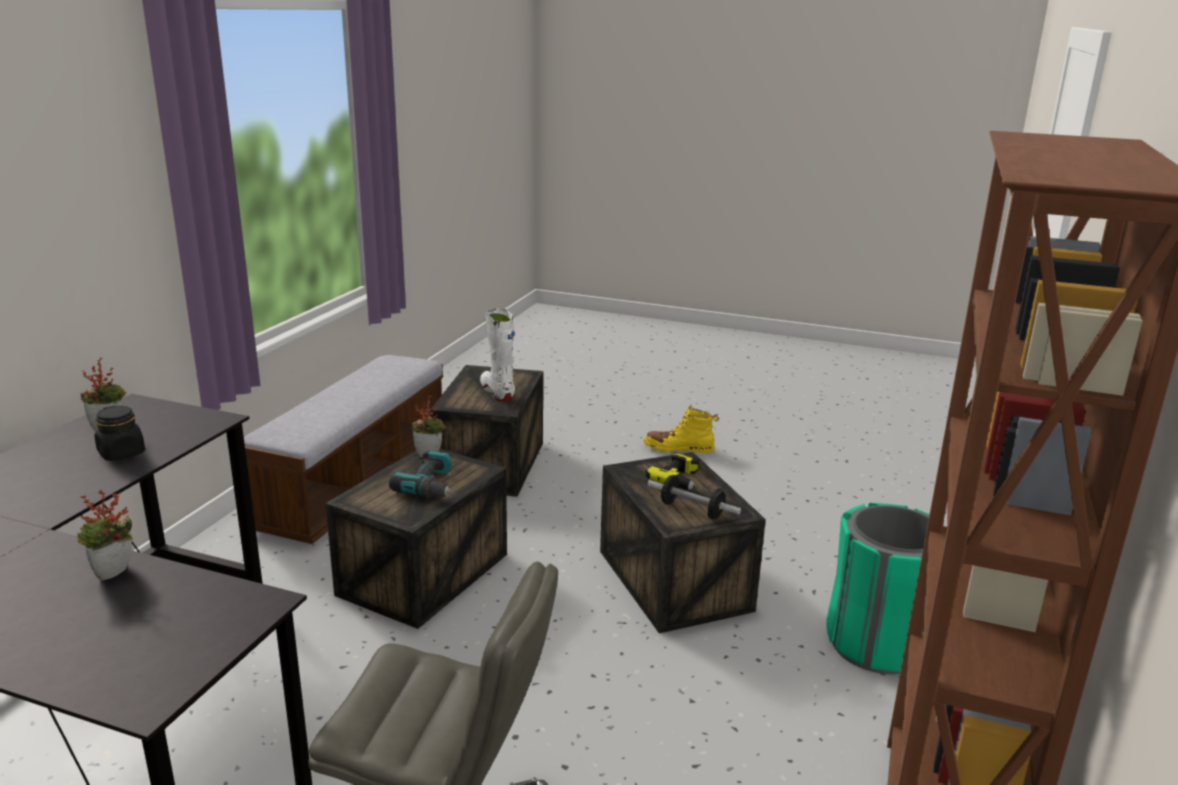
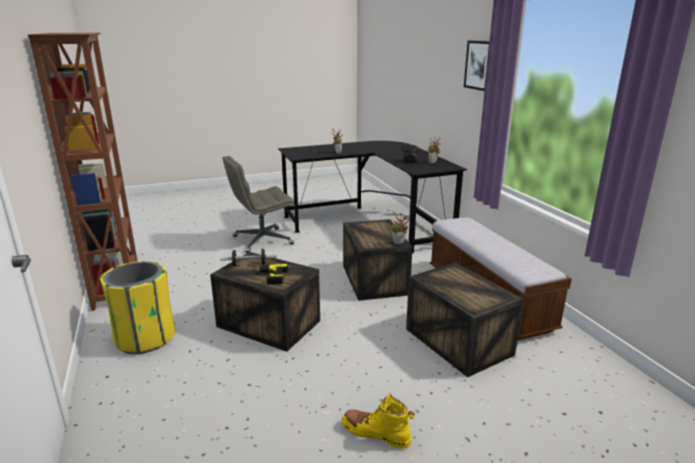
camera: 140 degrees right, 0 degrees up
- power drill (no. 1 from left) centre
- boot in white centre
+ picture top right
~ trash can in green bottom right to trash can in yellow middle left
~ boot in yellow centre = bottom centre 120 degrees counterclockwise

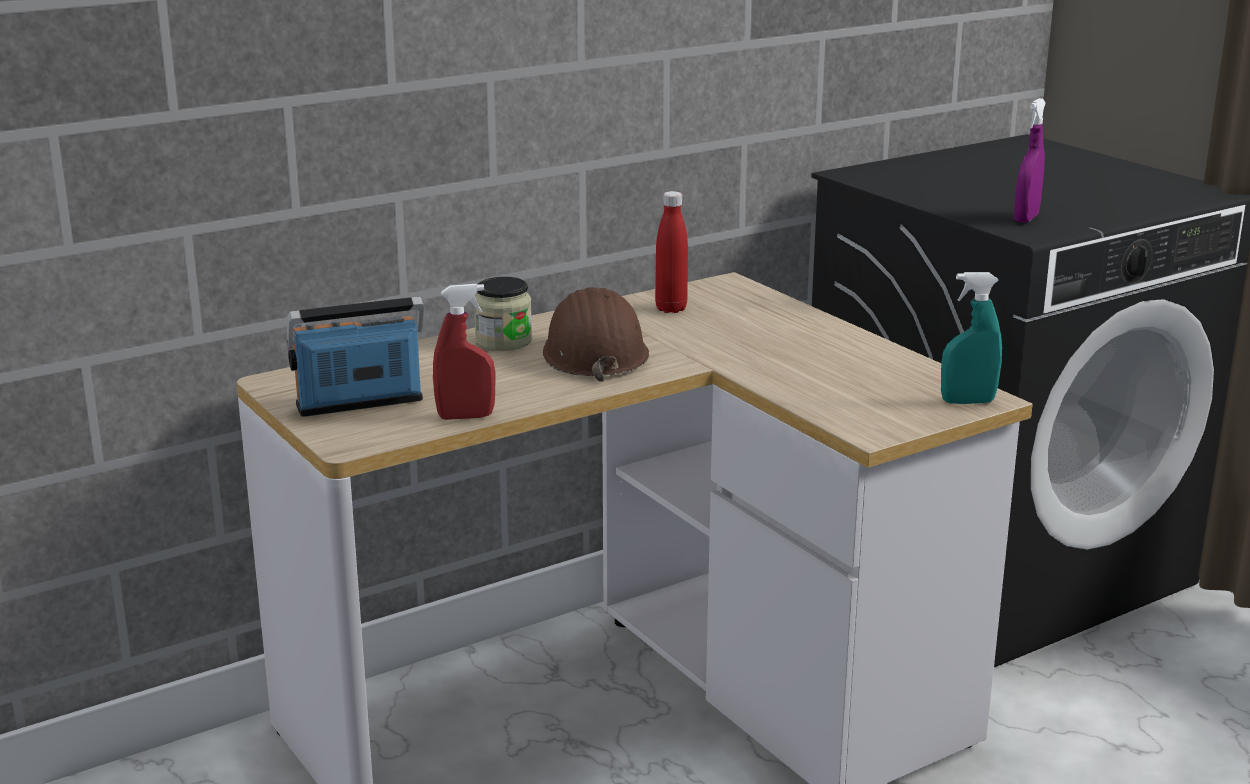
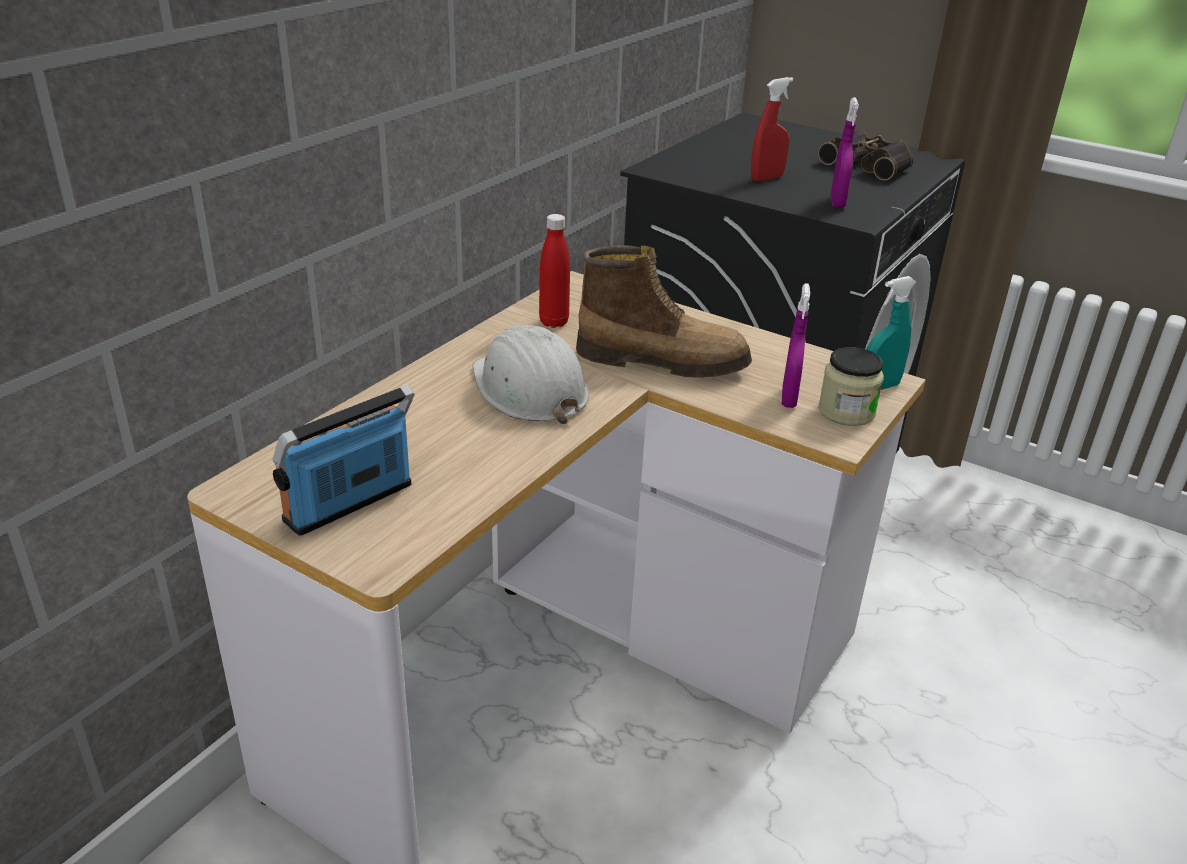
camera: 25 degrees left, 10 degrees up
+ boot centre
+ spray bottle in purple (no. 1 from left) middle right
+ binoculars top right
~ spray bottle in red centre to top centre
~ jar centre to middle right
~ hard hat in brown centre to hard hat in white centre

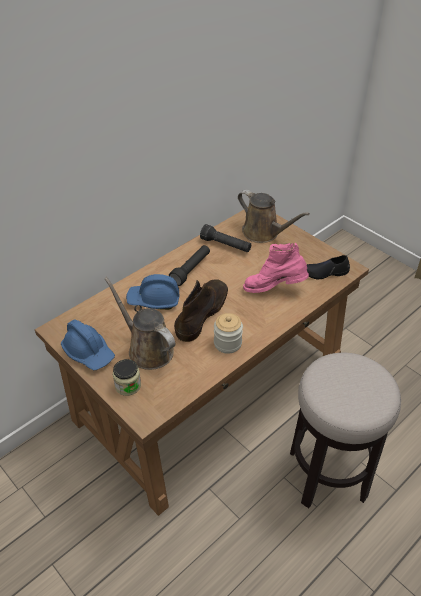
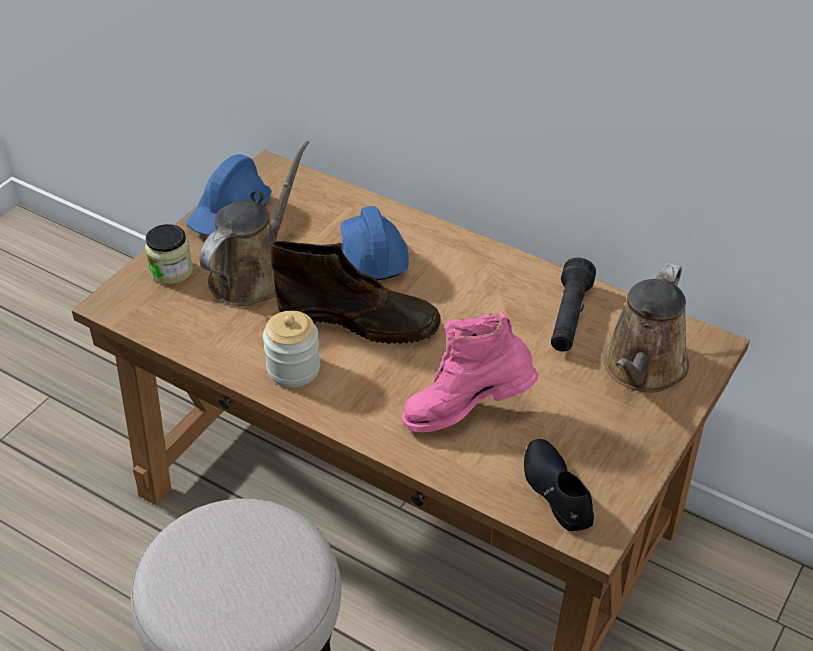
camera: 75 degrees right, 0 degrees up
- flashlight in black (no. 1 from left) centre
~ boot in pink centre = centre 90 degrees counterclockwise

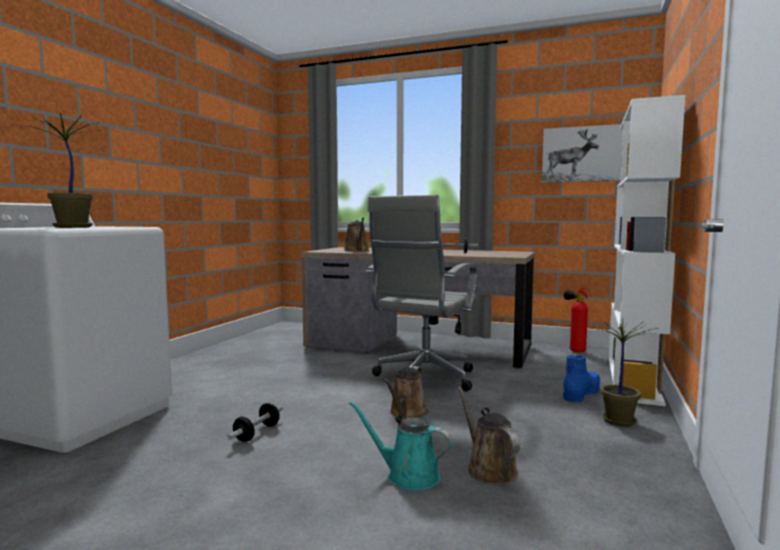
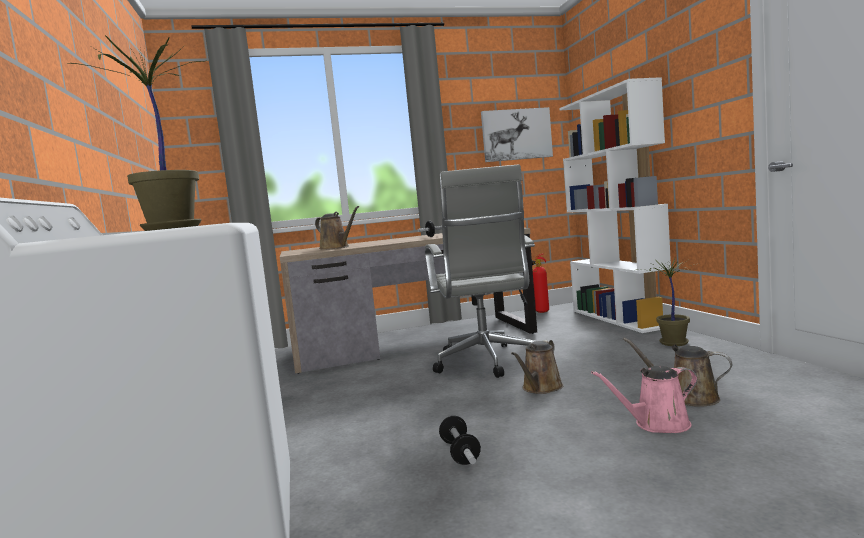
camera: 35 degrees left, 0 degrees up
- boot in blue bottom right
~ watering can in turquoise bottom centre to watering can in pink bottom right
~ watering can in brown (no. 2 from left) bottom centre = bottom centre 45 degrees clockwise

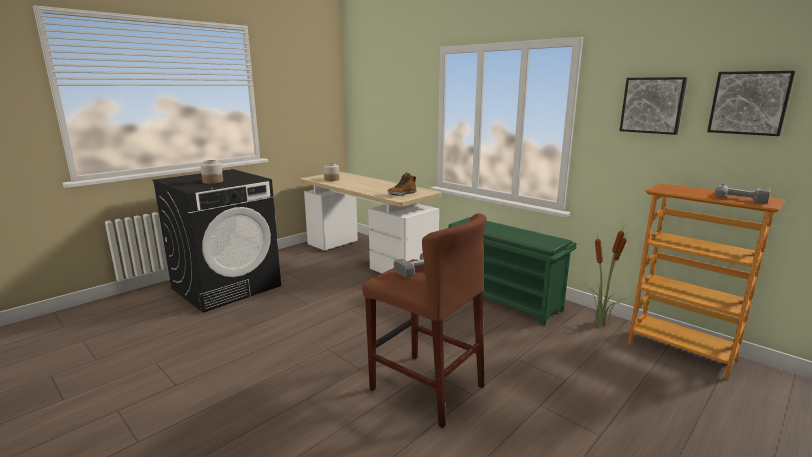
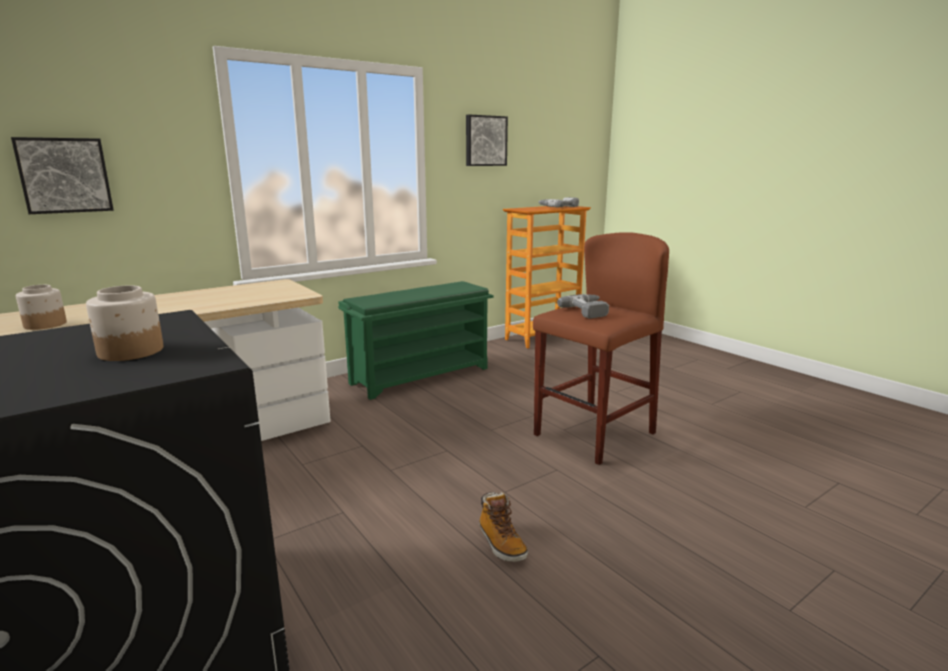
camera: 80 degrees left, 0 degrees up
- potted plant middle right
~ boot centre to bottom centre
~ picture (no. 2 from left in the first image) top right to picture (no. 1 from left) top left

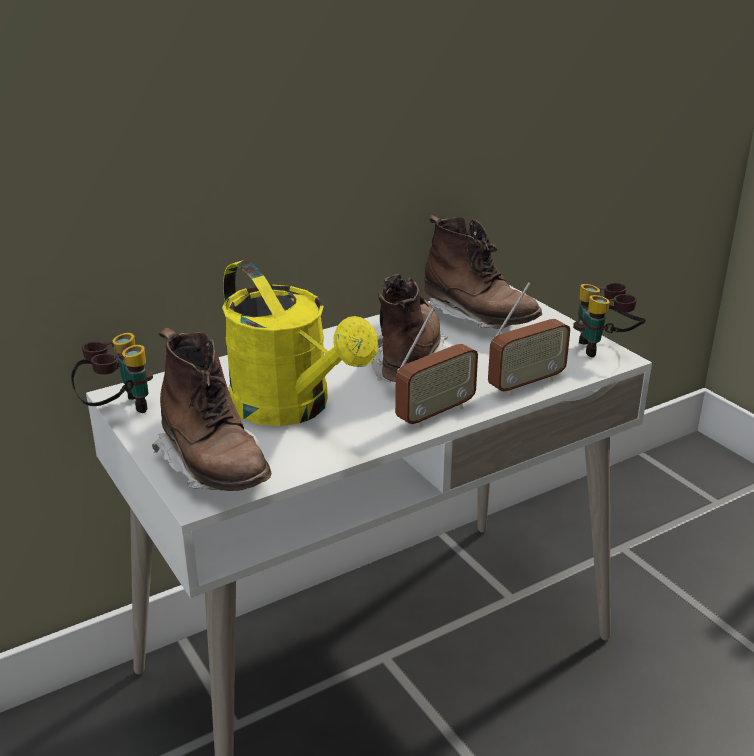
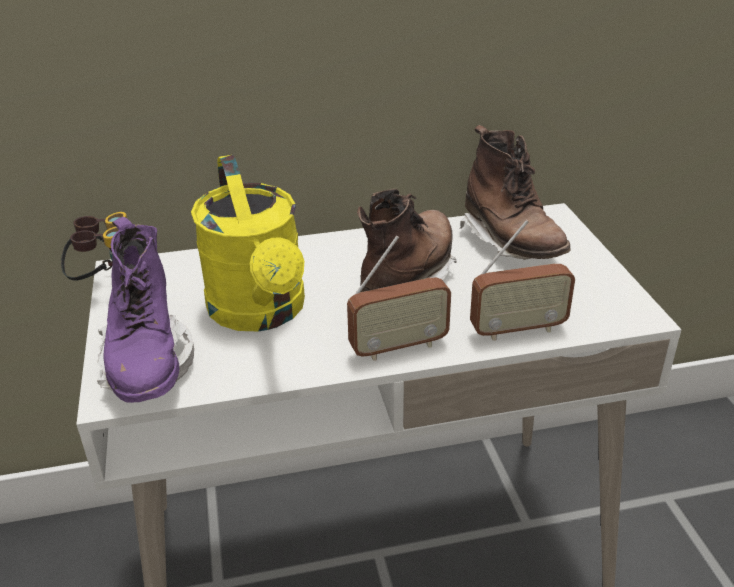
camera: 20 degrees right, 5 degrees up
- binoculars (no. 2 from left) middle right
~ boot in brown (no. 1 from left) middle left to boot in purple middle left

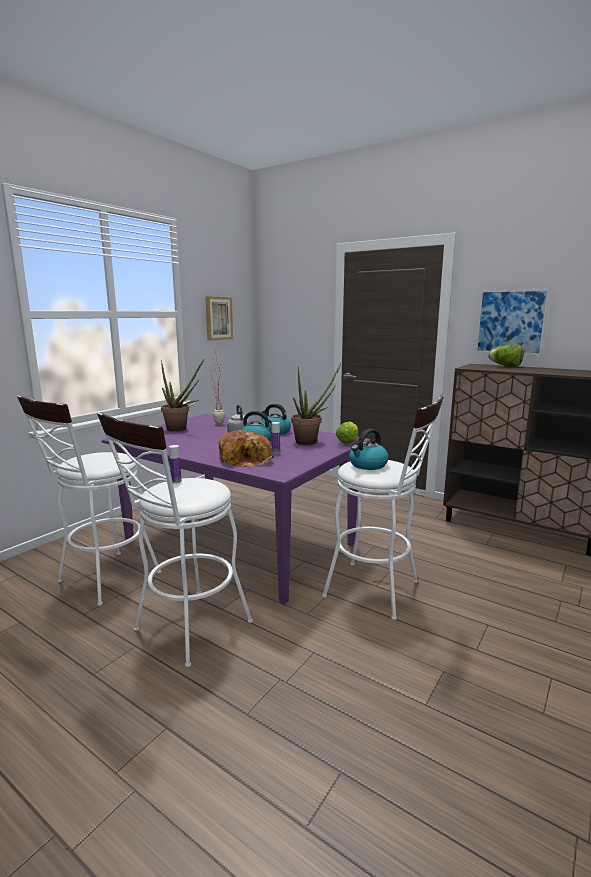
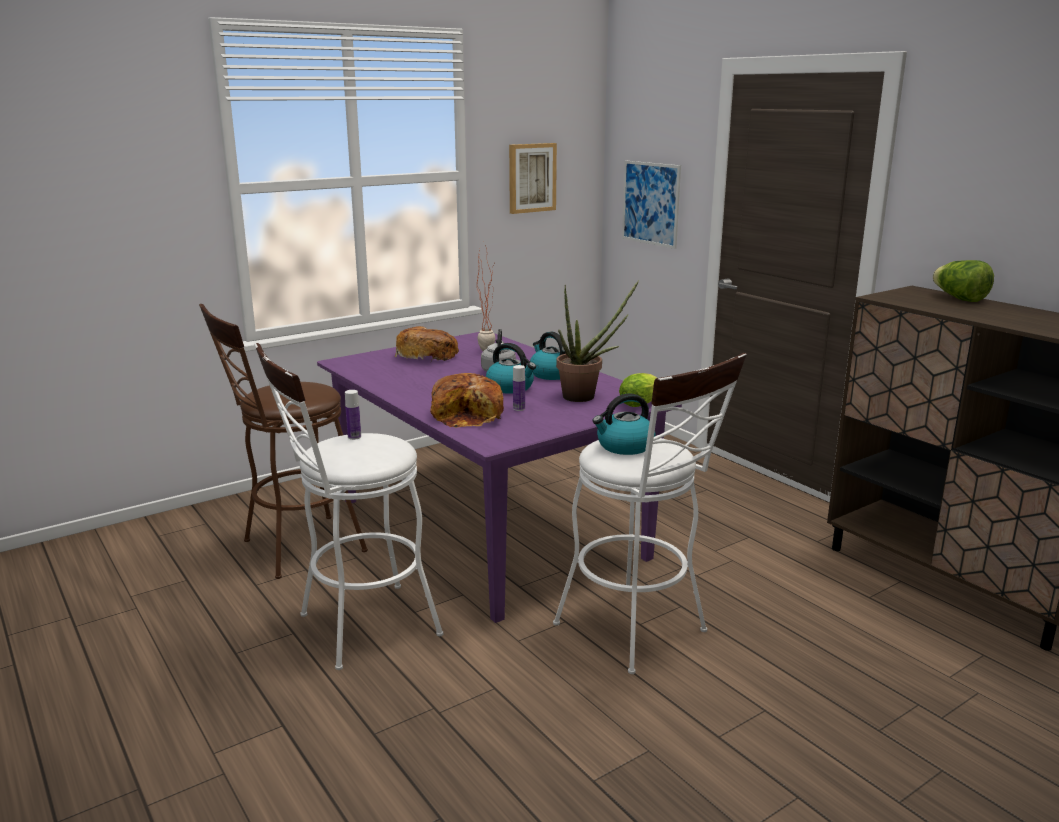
camera: 20 degrees right, 5 degrees up
~ picture (no. 2 from left) middle right to top centre
~ potted plant (no. 1 from left) middle left to bread (no. 1 from left) centre
~ stool in white (no. 1 from left) middle left to stool in brown middle left

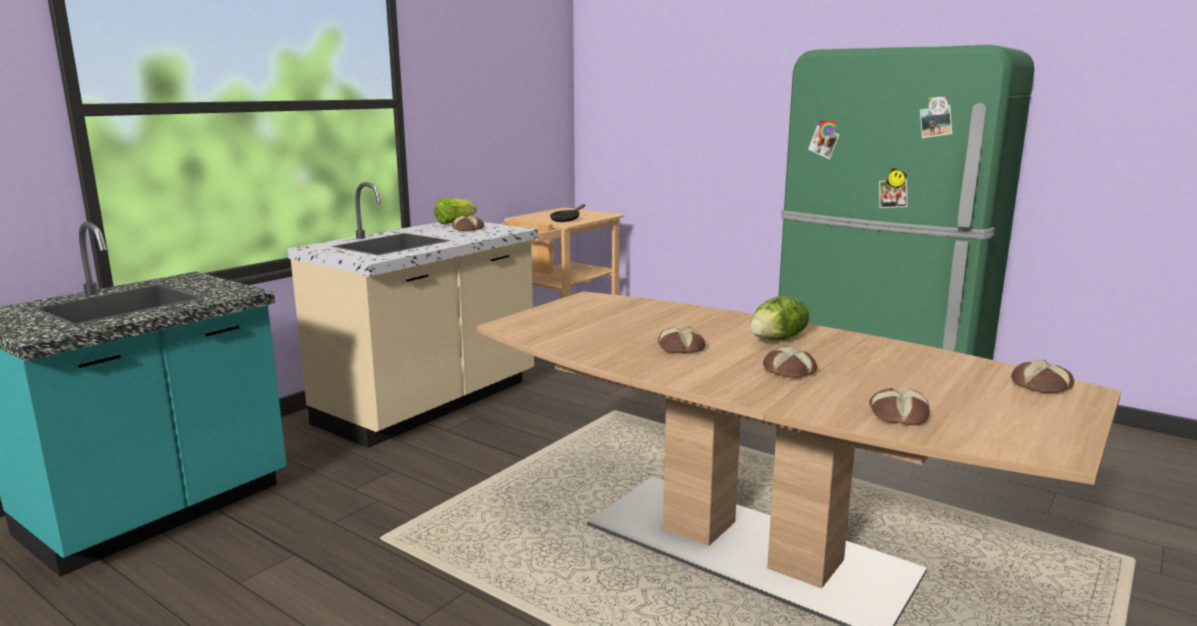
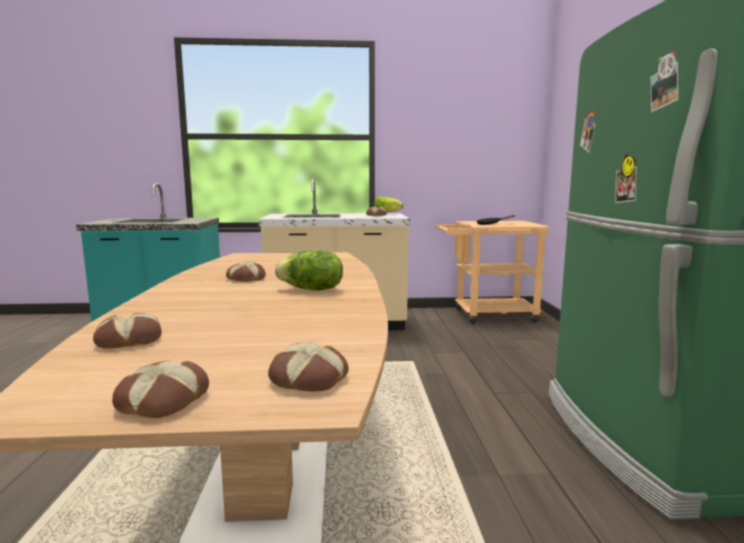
camera: 50 degrees right, 5 degrees down
~ bread (no. 3 from left in the first image) centre to bread (no. 2 from left) bottom left

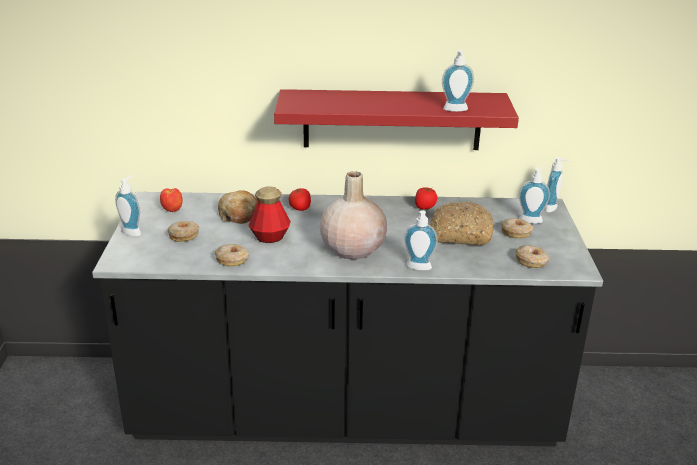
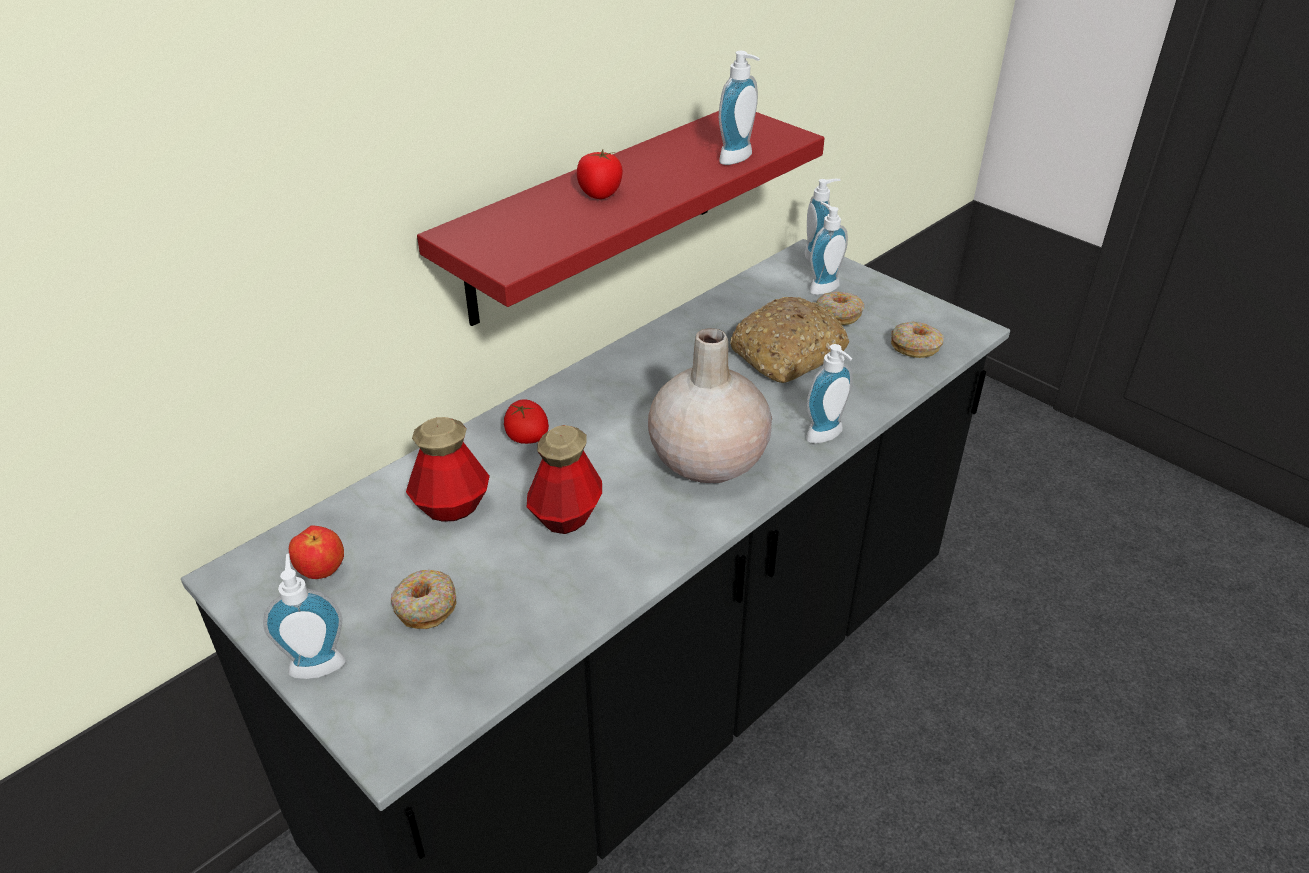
camera: 45 degrees left, 10 degrees up
- donut (no. 2 from left) middle left
~ tomato (no. 2 from left) centre to top centre
~ bread (no. 1 from left) centre to bottle (no. 1 from left) centre

